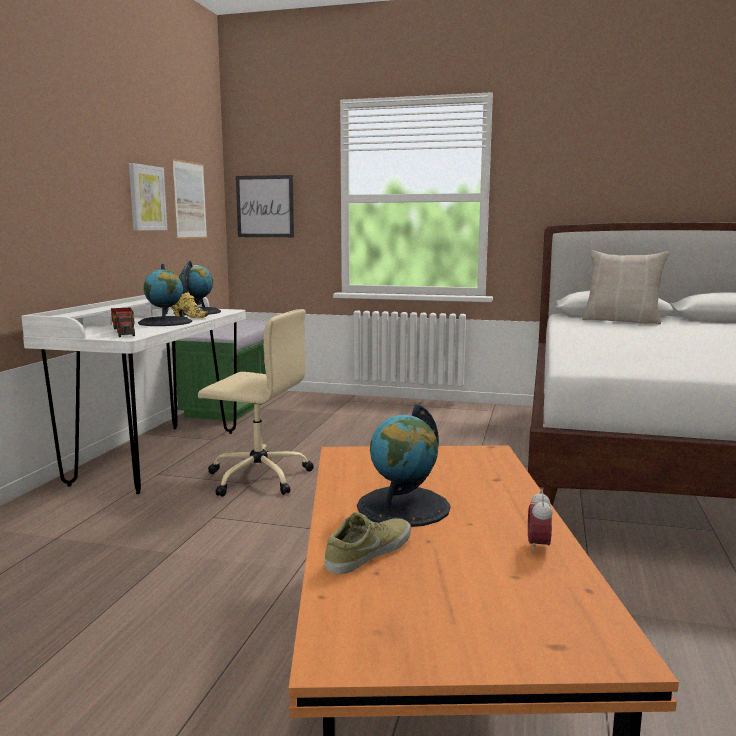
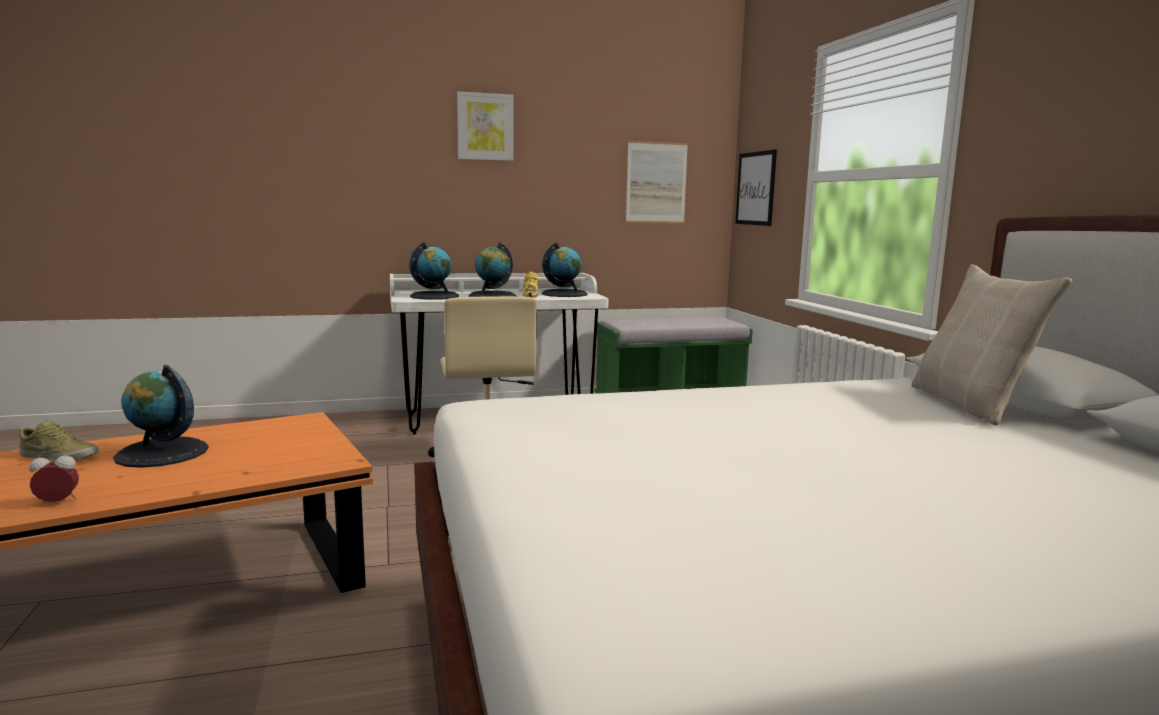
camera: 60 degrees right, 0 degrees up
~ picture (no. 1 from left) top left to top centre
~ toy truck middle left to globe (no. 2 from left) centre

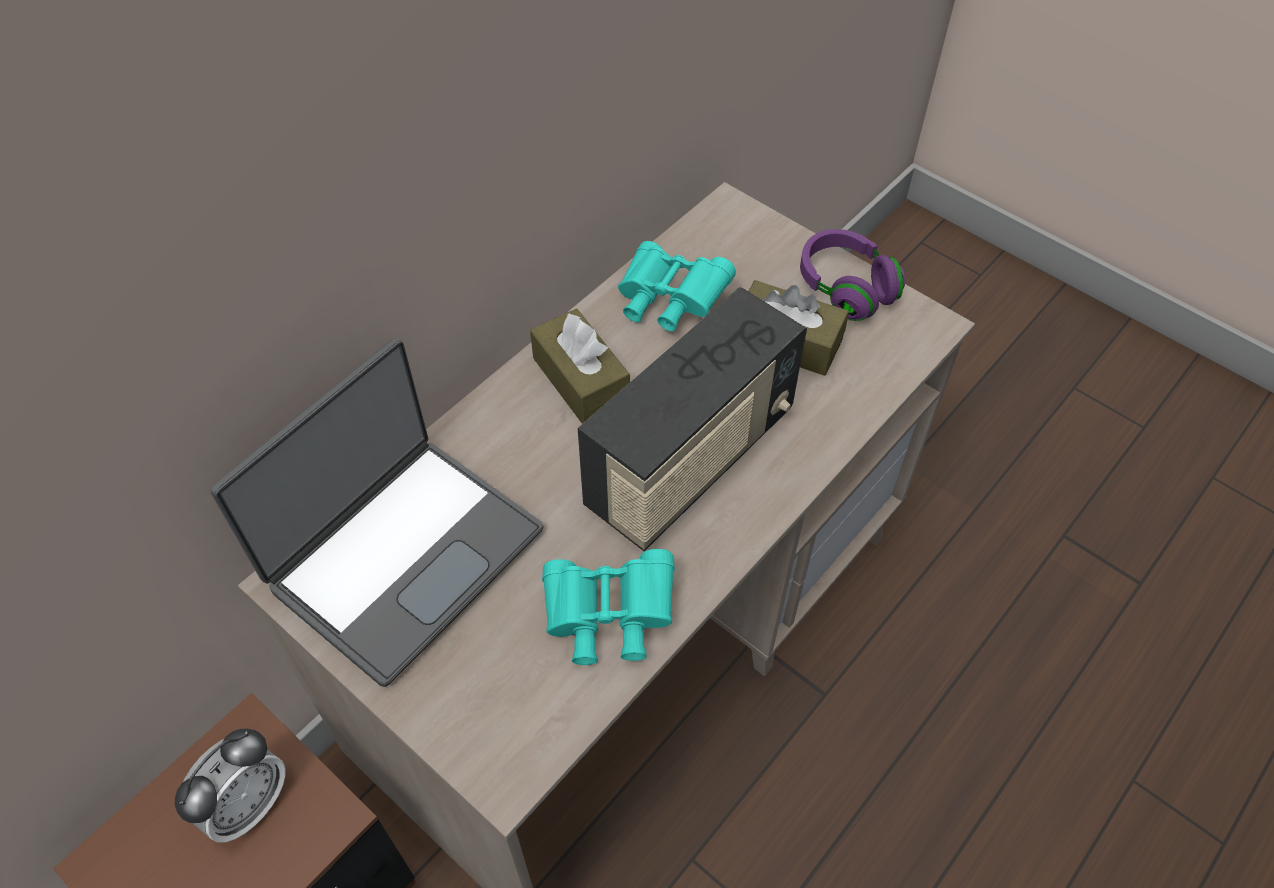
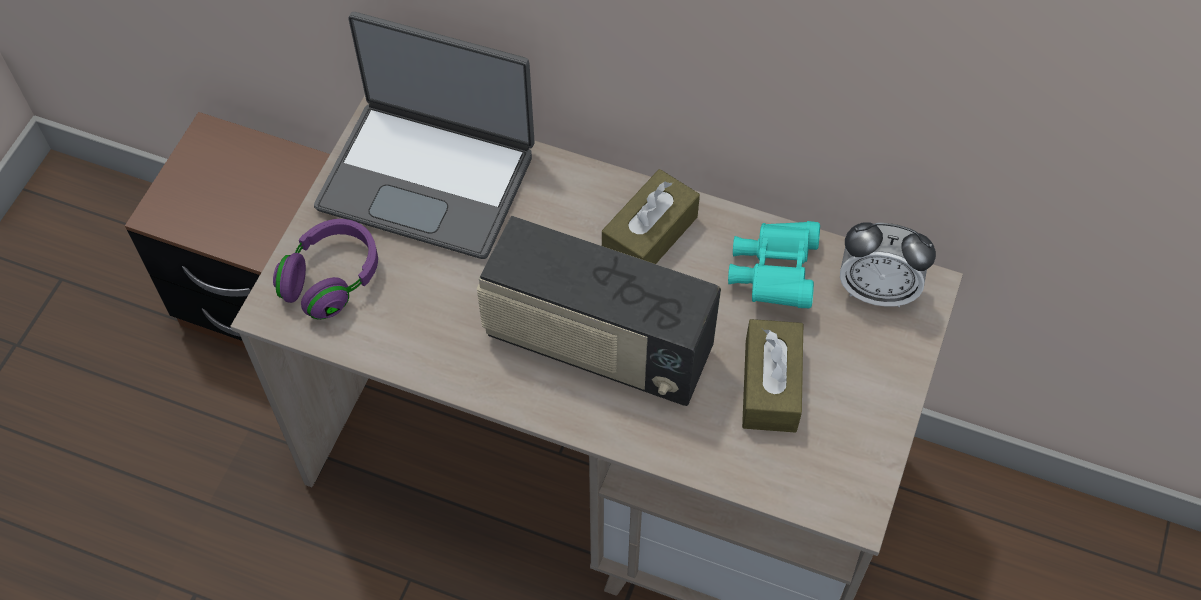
camera: 70 degrees right, 5 degrees up
- binoculars in turquoise (no. 1 from left) bottom centre
~ alarm clock bottom left to middle right
~ headphones in purple top right to middle left

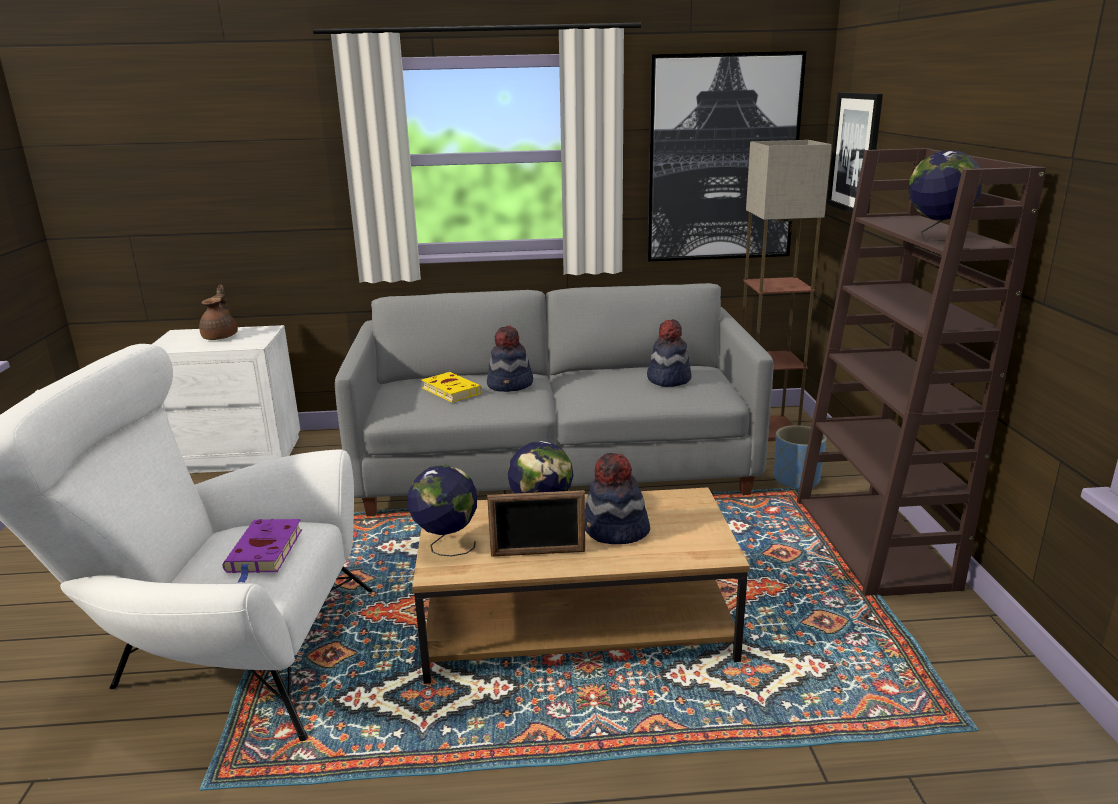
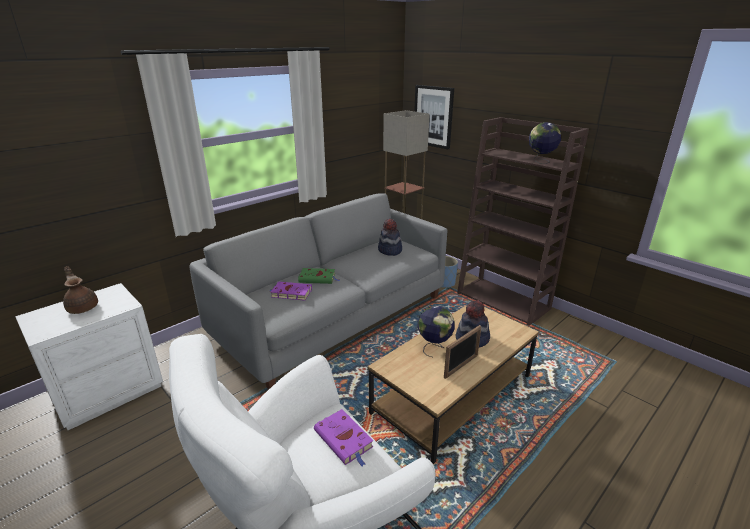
camera: 40 degrees left, 5 degrees up
- globe (no. 1 from left) centre
- picture (no. 1 from left) top centre
~ hat (no. 1 from left) centre to book in green centre
~ book in yellow centre to book in purple (no. 1 from left) centre

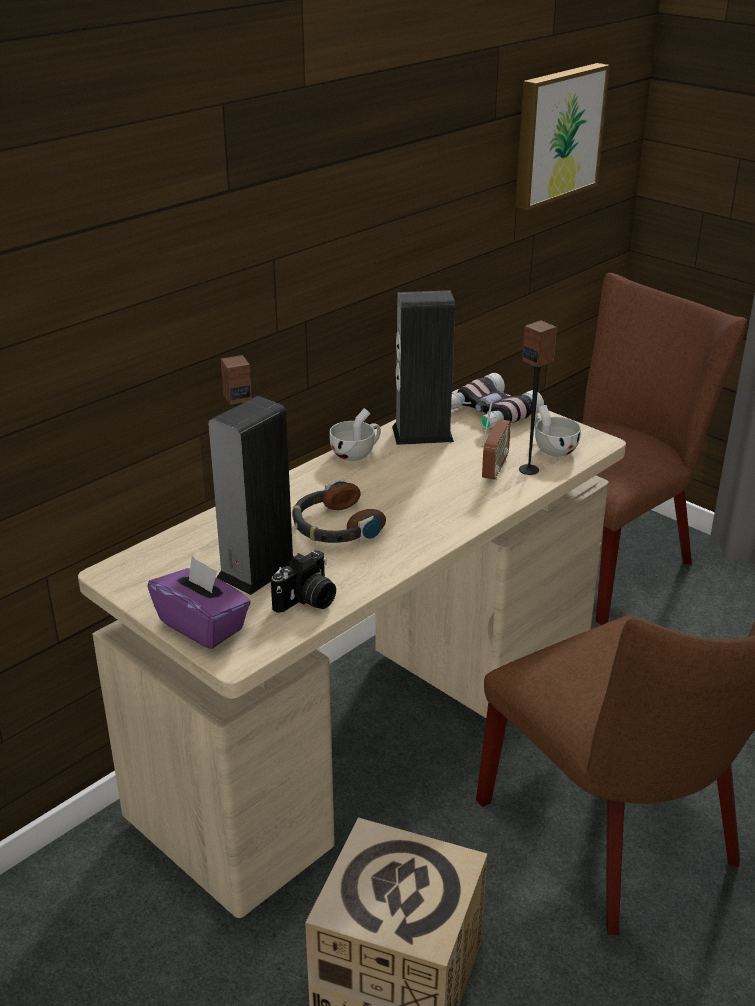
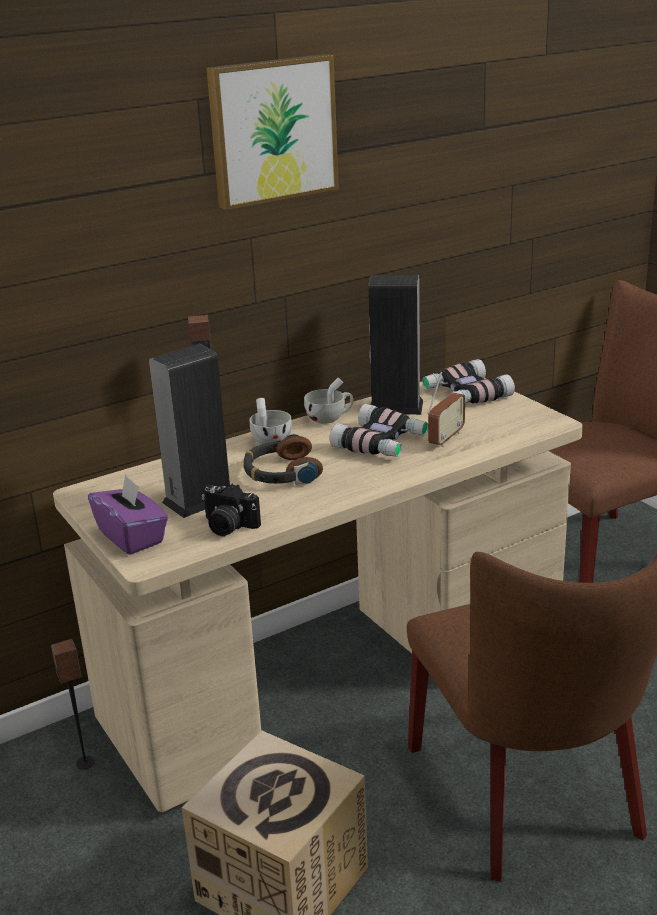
camera: 15 degrees right, 5 degrees down
+ binoculars (no. 1 from left) centre
~ picture top right to top centre
~ speaker (no. 4 from left in the first image) middle right to speaker (no. 1 from left) bottom left
~ cup in white (no. 2 from left in the first image) middle right to cup in white (no. 1 from left) centre
~ photo camera centre = centre 60 degrees clockwise

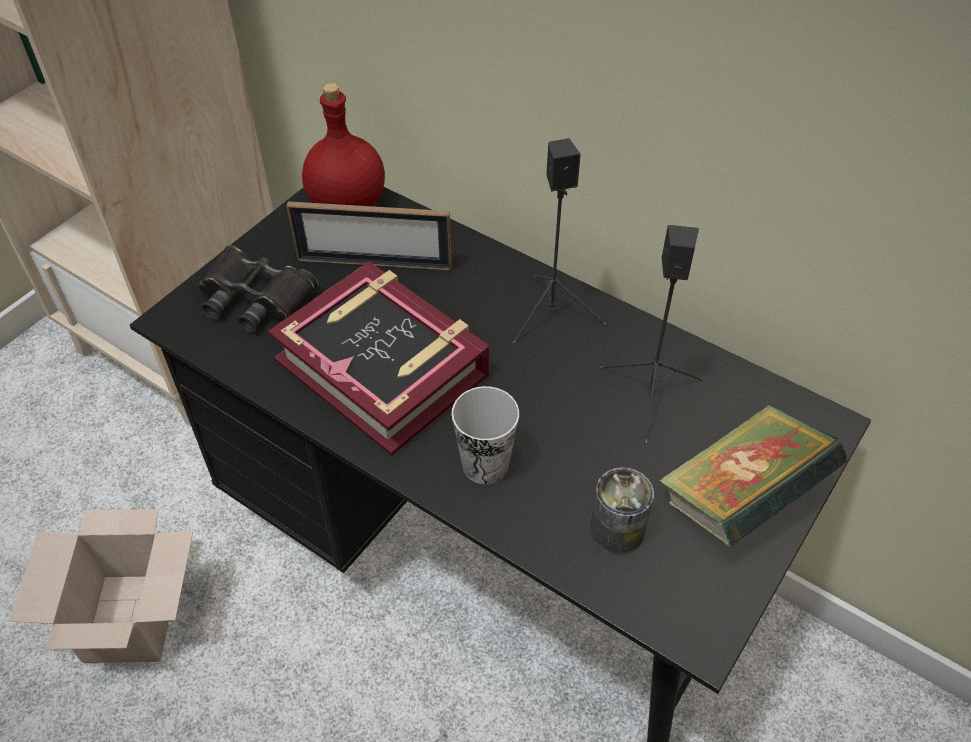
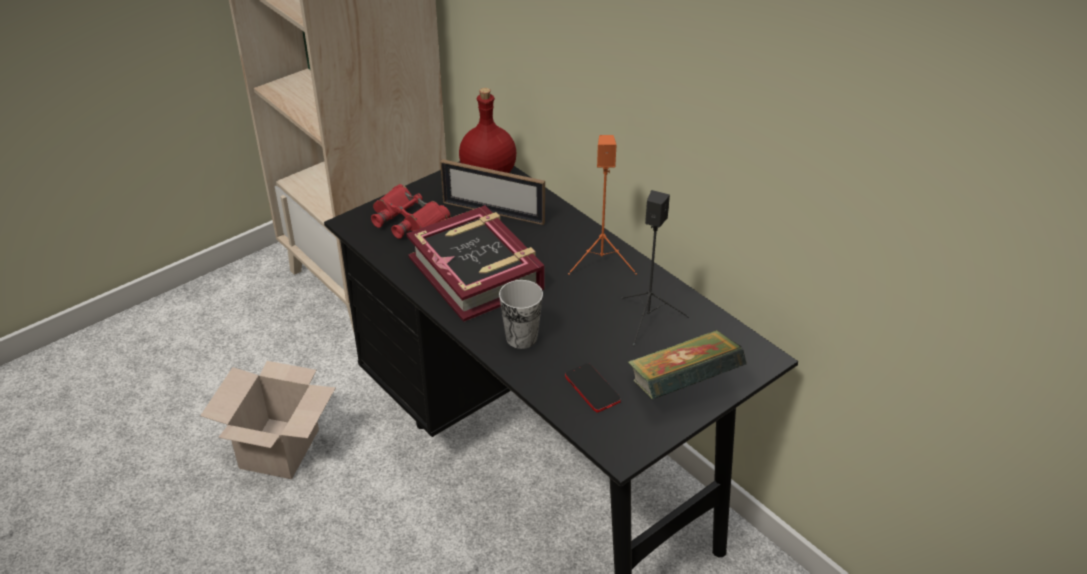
camera: 15 degrees right, 10 degrees down
~ can bottom centre to phone bottom centre
~ binoculars in black middle left to binoculars in red centre
~ speaker in black (no. 1 from left) top centre to speaker in orange centre

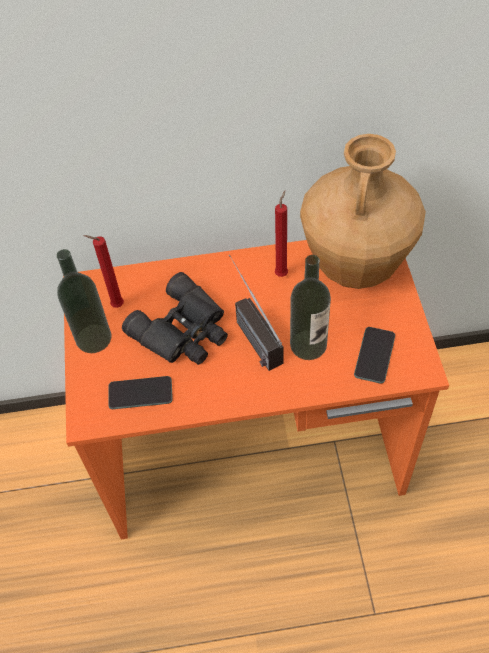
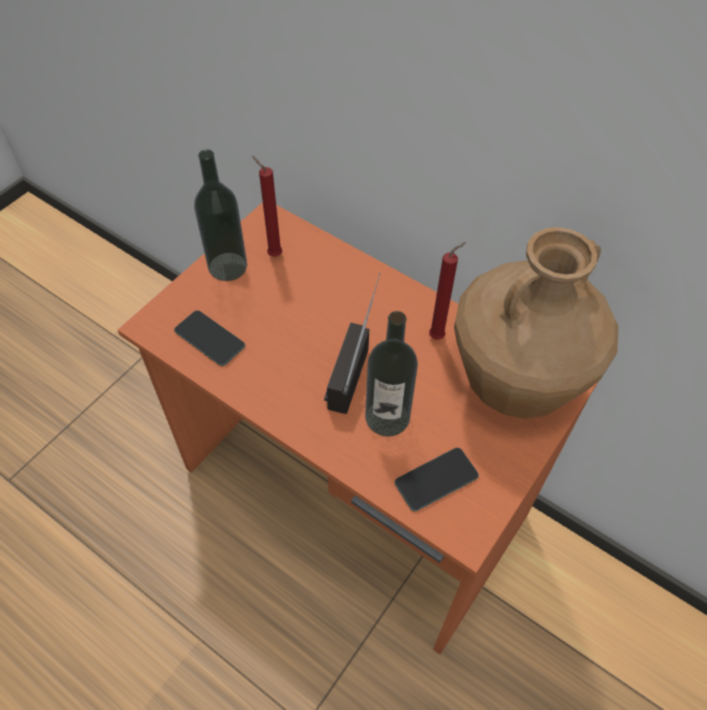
camera: 40 degrees right, 0 degrees up
- binoculars in black centre

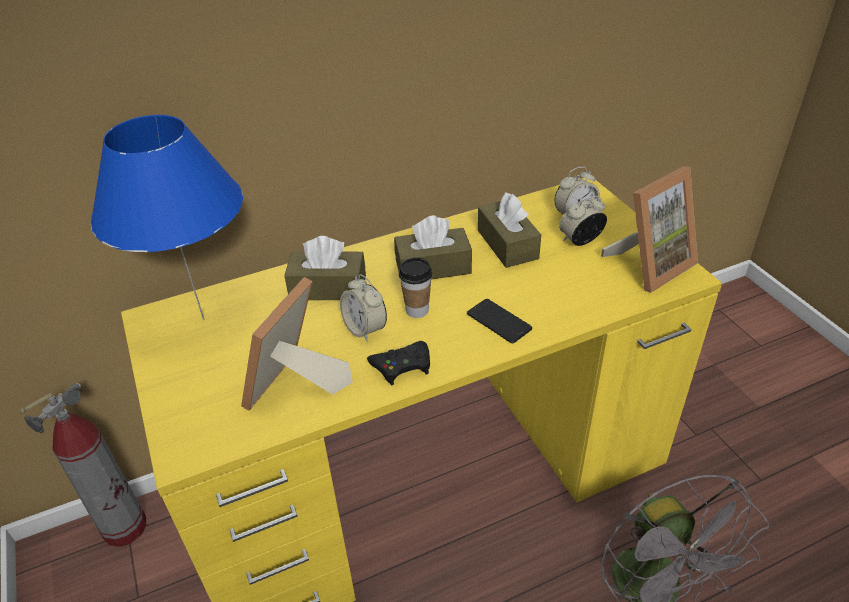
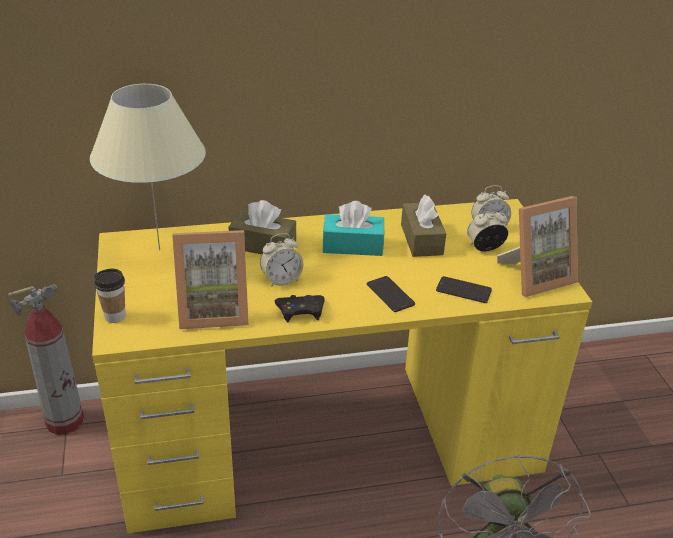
camera: 10 degrees right, 5 degrees down
+ phone (no. 2 from left) middle right
~ cup centre to middle left
~ table lamp in blue middle left to table lamp in beige top left
~ tissue box in brown (no. 2 from left) centre to tissue box in turquoise centre
~ picture frame (no. 1 from left) centre = middle left 135 degrees counterclockwise
~ alarm clock (no. 1 from left) centre = centre 90 degrees counterclockwise

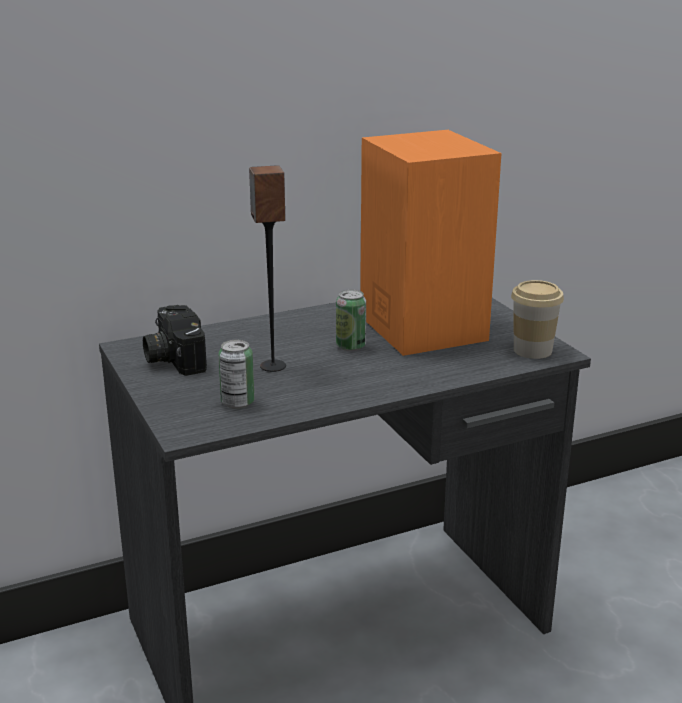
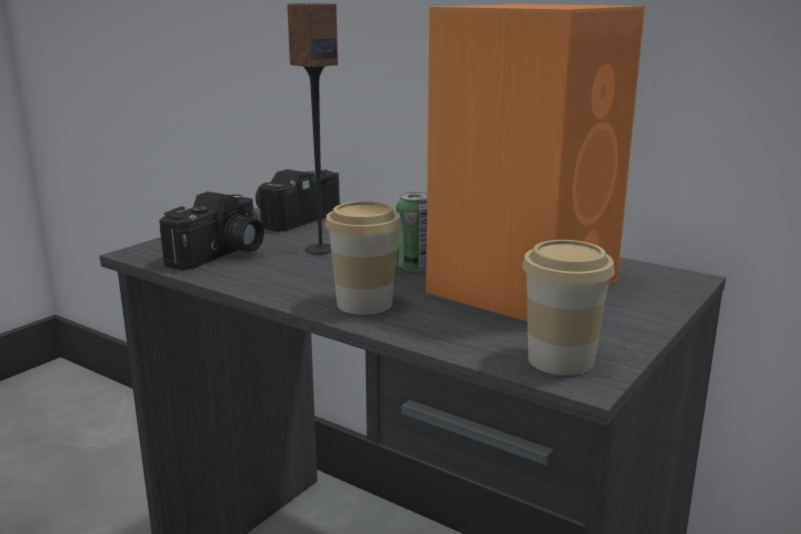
camera: 60 degrees right, 5 degrees down
+ cup (no. 1 from left) centre
~ can (no. 1 from left) centre to photo camera (no. 1 from left) middle left

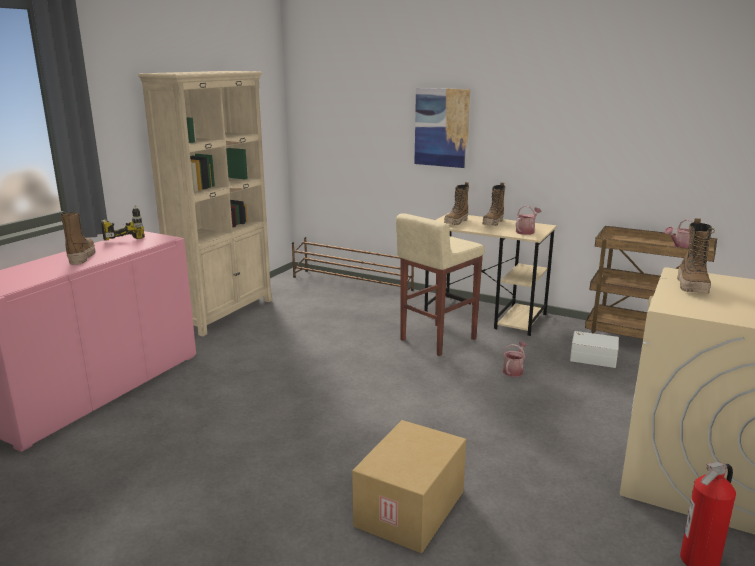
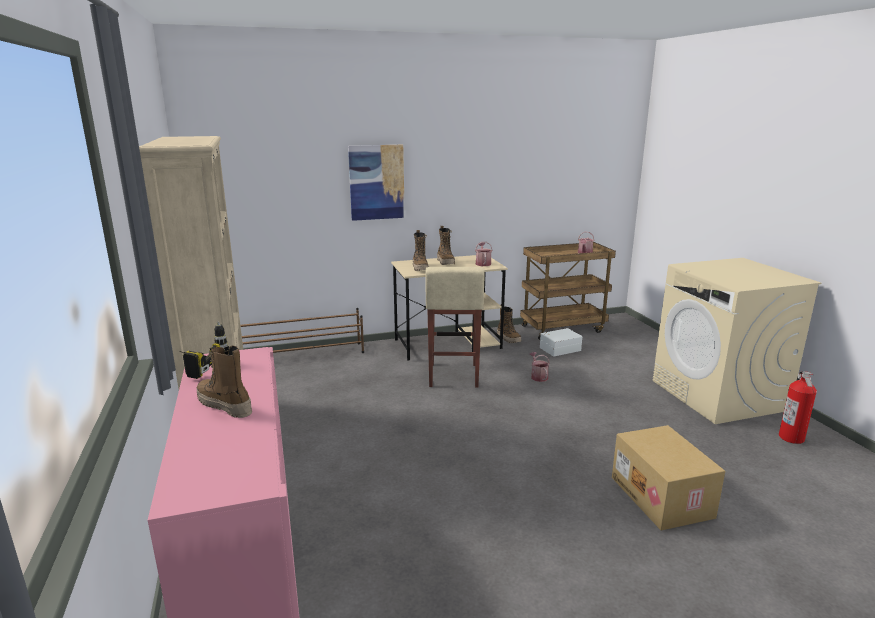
camera: 45 degrees left, 0 degrees up
~ boot (no. 4 from left) middle right to centre

